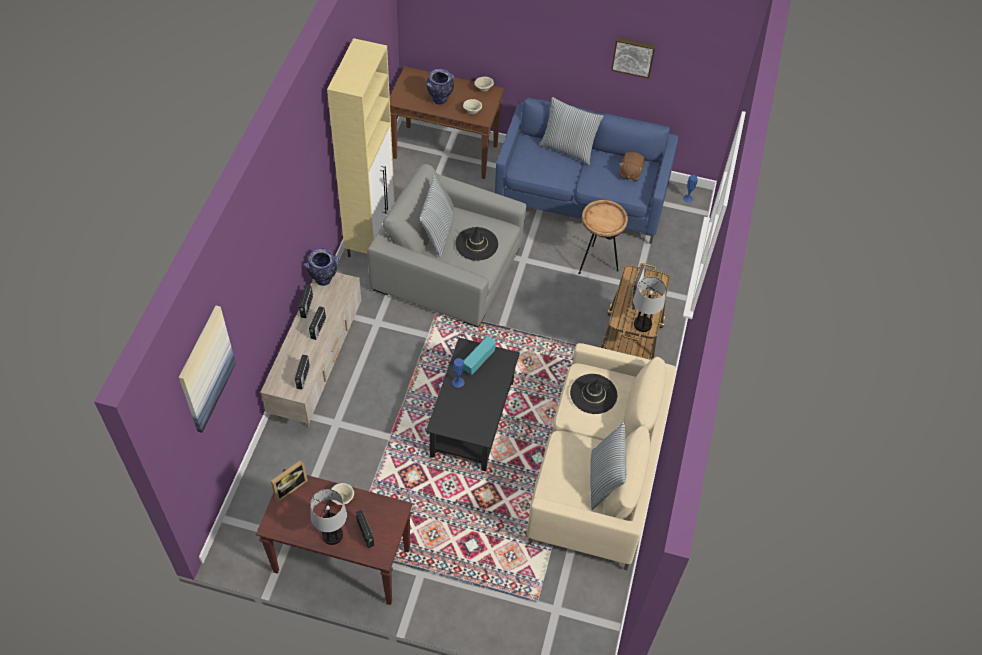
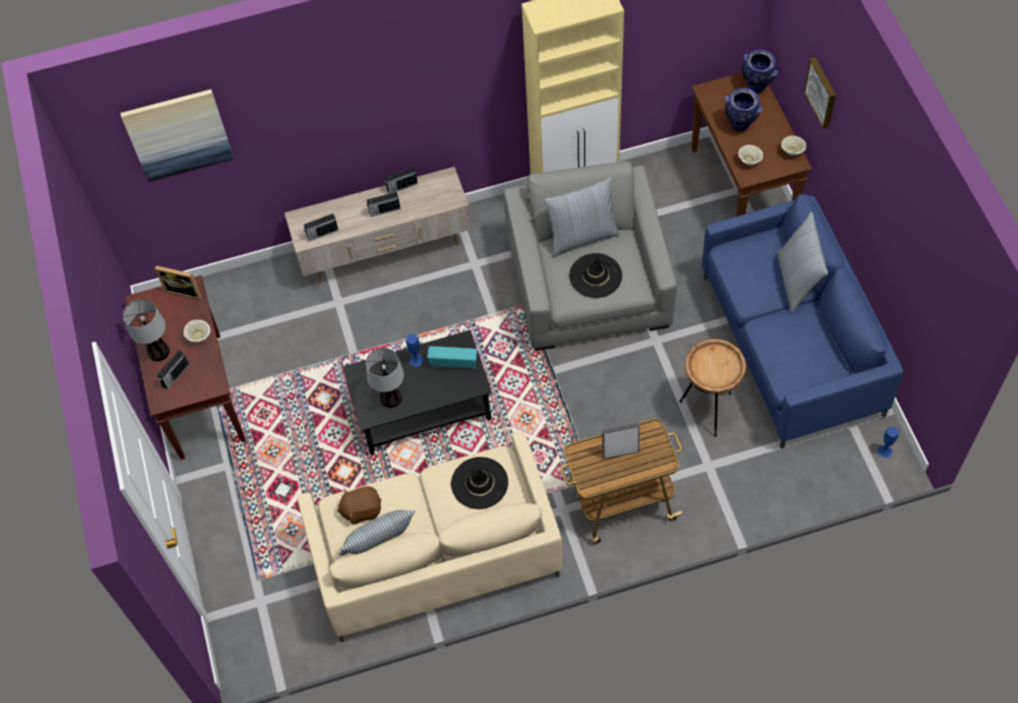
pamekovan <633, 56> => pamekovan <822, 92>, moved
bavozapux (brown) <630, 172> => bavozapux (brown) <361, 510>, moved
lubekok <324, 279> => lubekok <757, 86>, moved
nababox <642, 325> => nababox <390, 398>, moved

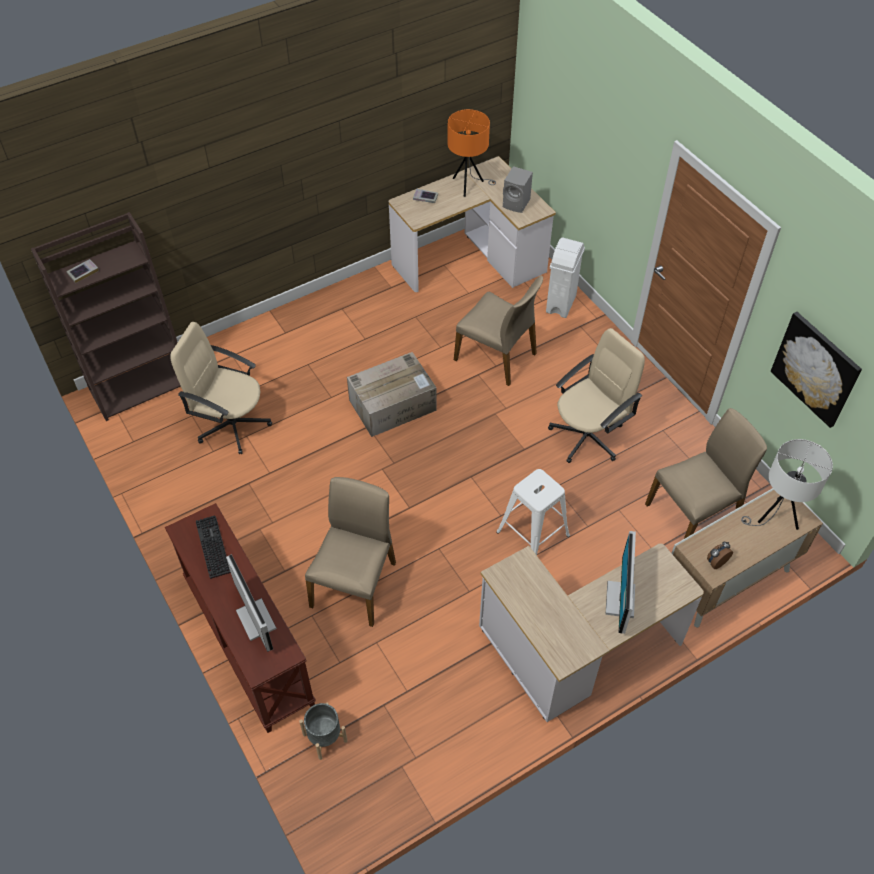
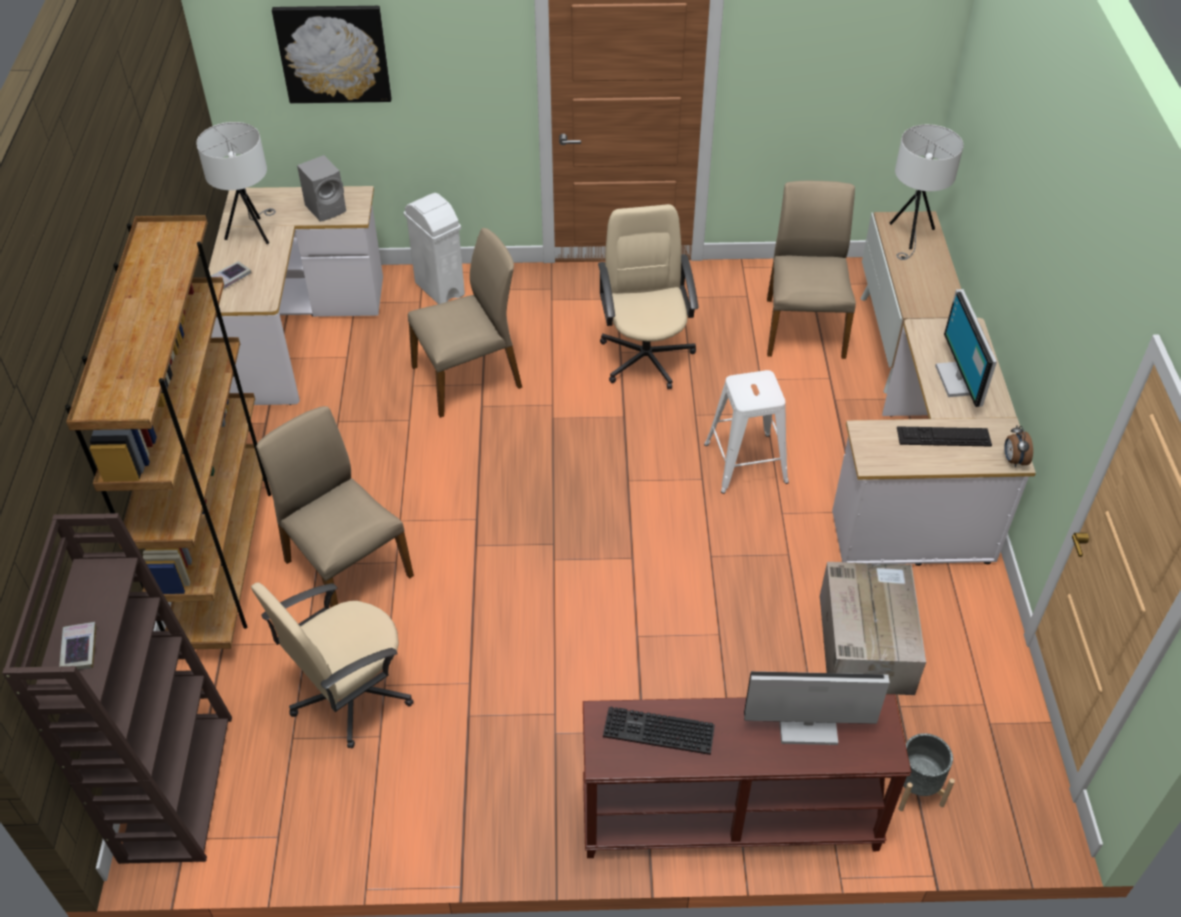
nababox (orange) <468, 185> => nababox (white) <252, 233>
pamekovan <816, 369> => pamekovan <333, 53>, moved
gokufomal <393, 404> => gokufomal <865, 642>, moved
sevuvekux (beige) <355, 584> => sevuvekux (beige) <346, 568>, moved
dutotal <622, 600> => dutotal <960, 380>, 45 degrees clockwise
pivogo <716, 562> => pivogo <1013, 460>, moved
nothing => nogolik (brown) <224, 558>
nothing => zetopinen <943, 436>

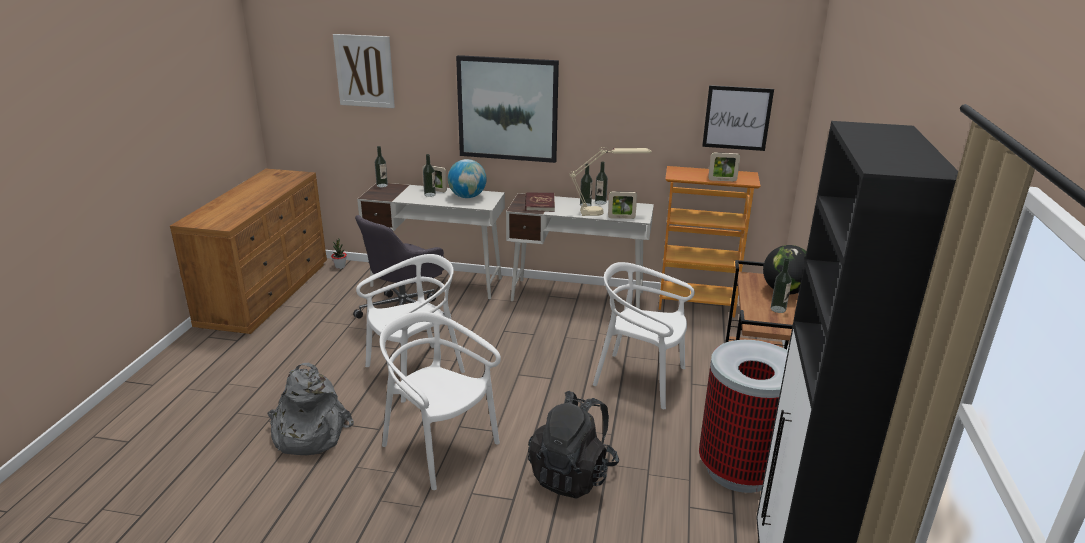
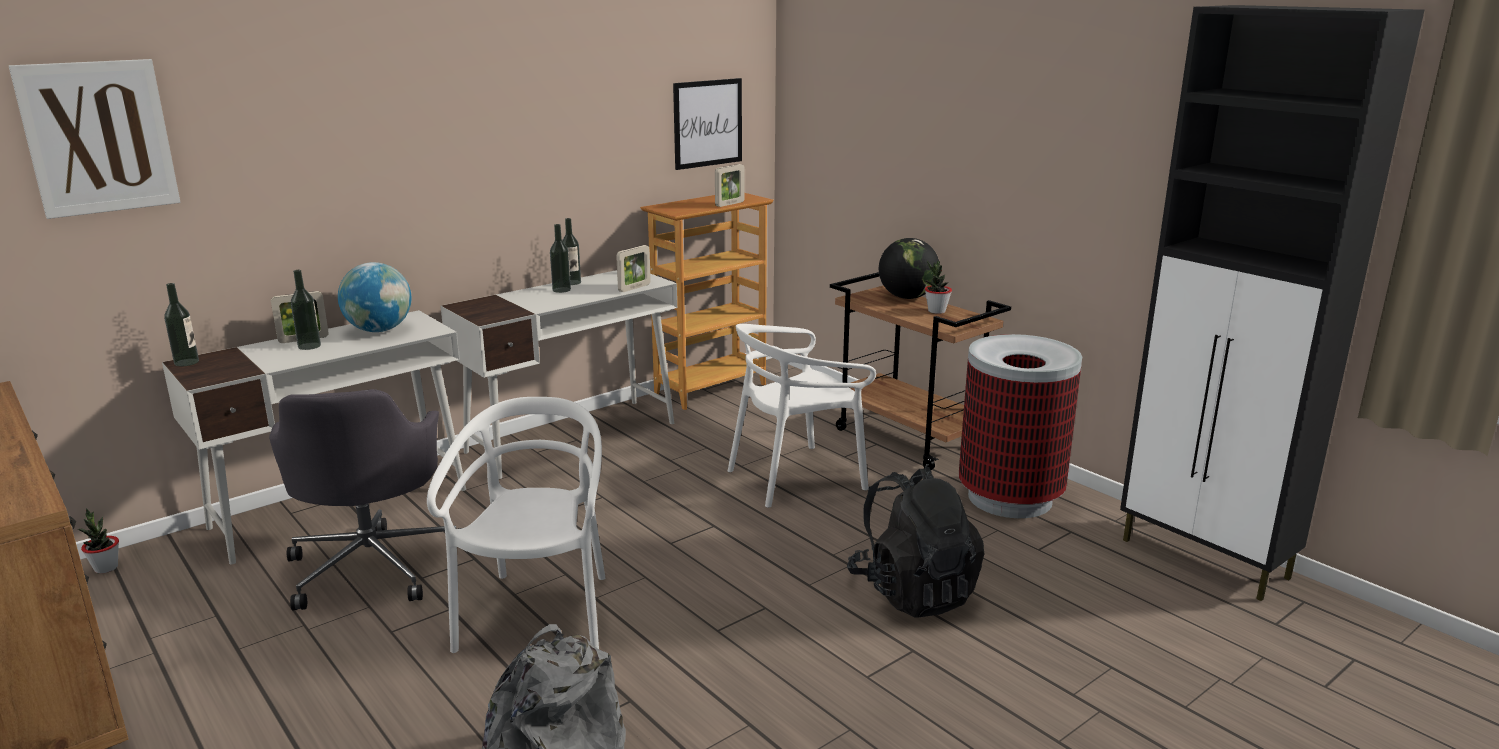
pamekovan <507, 109> => nothing
nababox (beige) <607, 212> => nothing
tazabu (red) <539, 204> => nothing
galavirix <778, 309> => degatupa <936, 311>
sevuvekux (white) <439, 447> => nothing

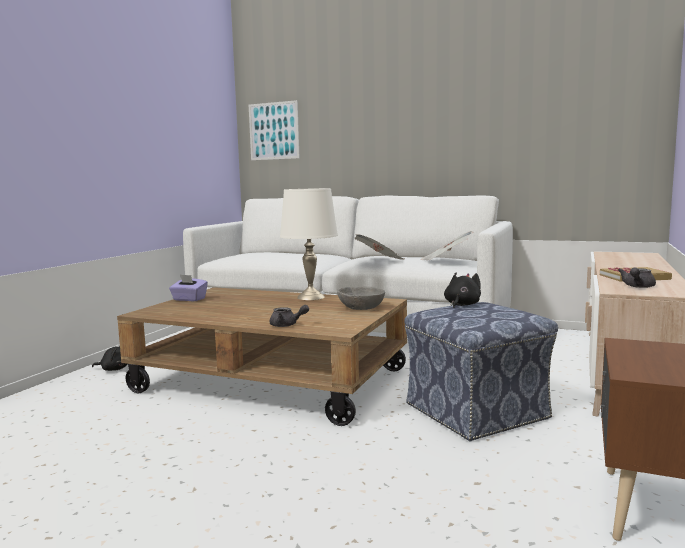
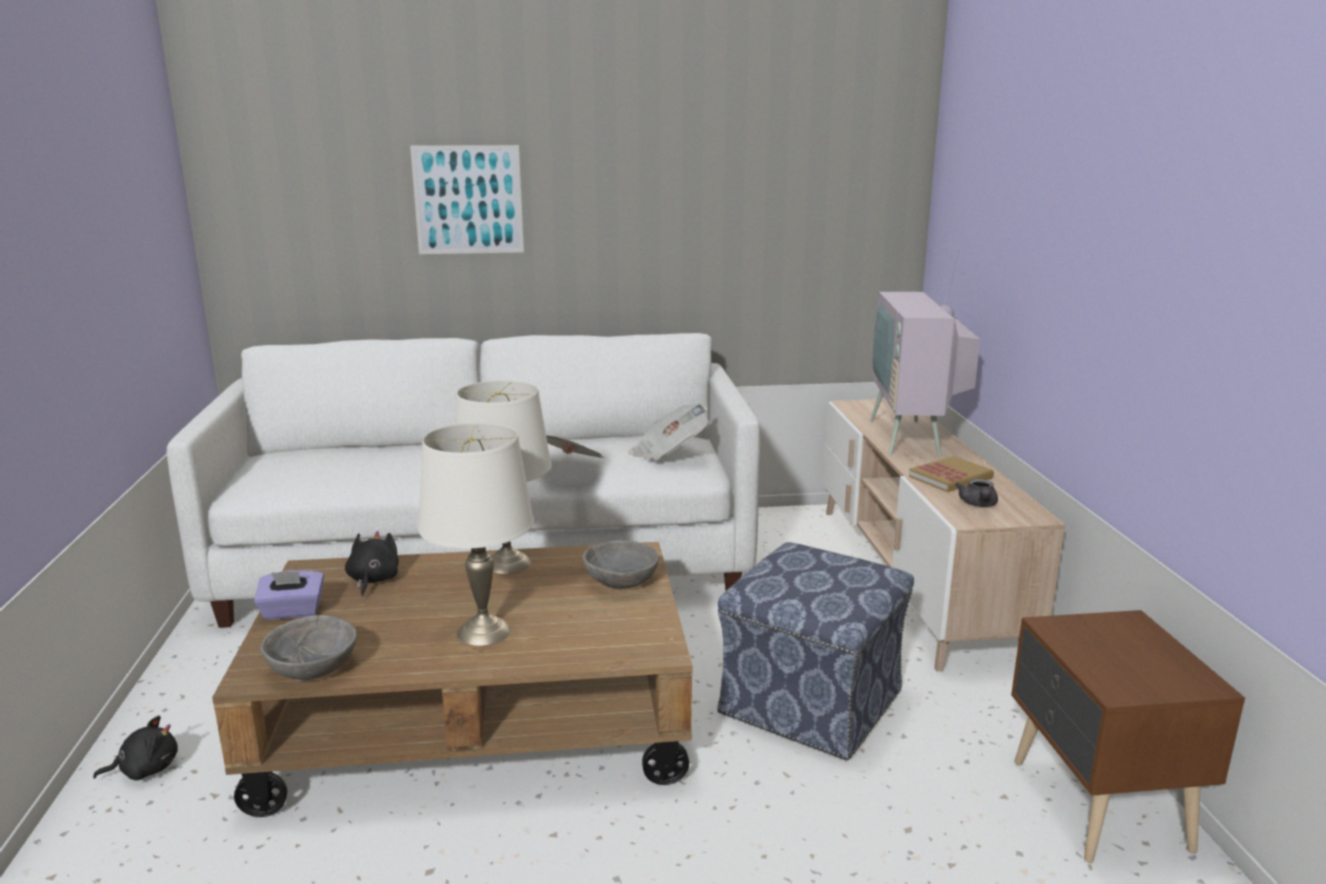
pamekovan <274, 131> => pamekovan <468, 200>, moved
bavozapux (black) <461, 305> => bavozapux (black) <373, 580>, moved
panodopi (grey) <287, 325> => nothing
nothing => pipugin <914, 438>
nothing => nababox (white) <484, 632>
nothing => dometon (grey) <313, 667>

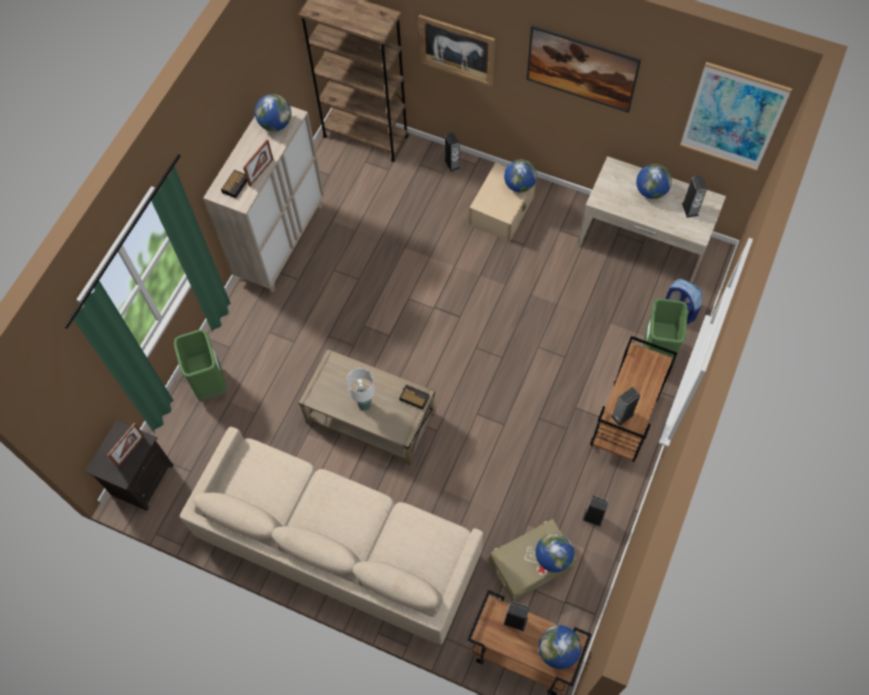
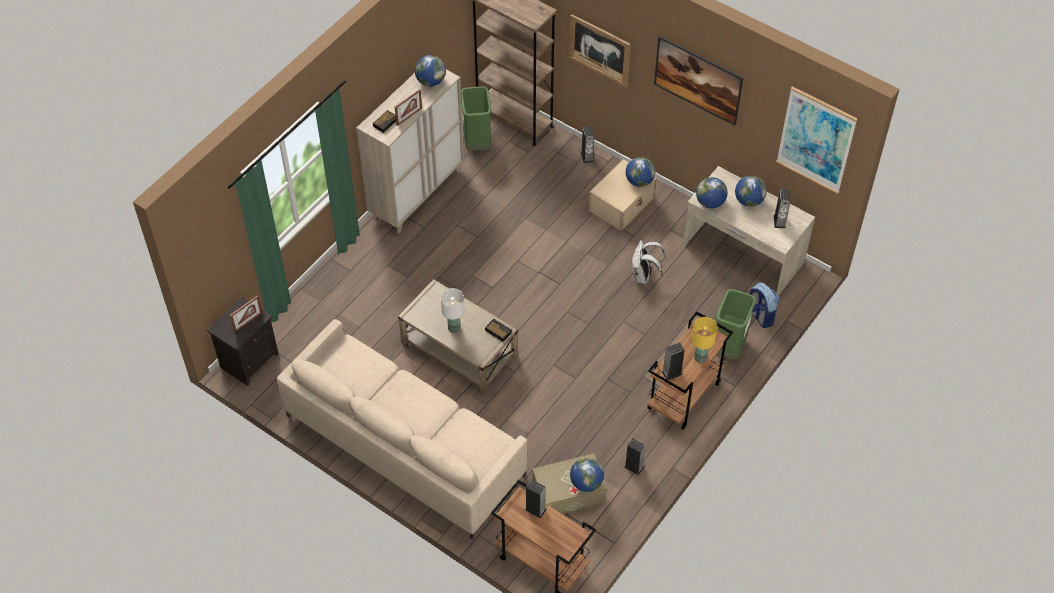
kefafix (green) <211, 384> => kefafix (green) <477, 143>, moved
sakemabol <558, 650> => sakemabol <710, 202>, moved
nothing => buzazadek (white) <643, 276>
nothing => nababox (yellow) <700, 358>

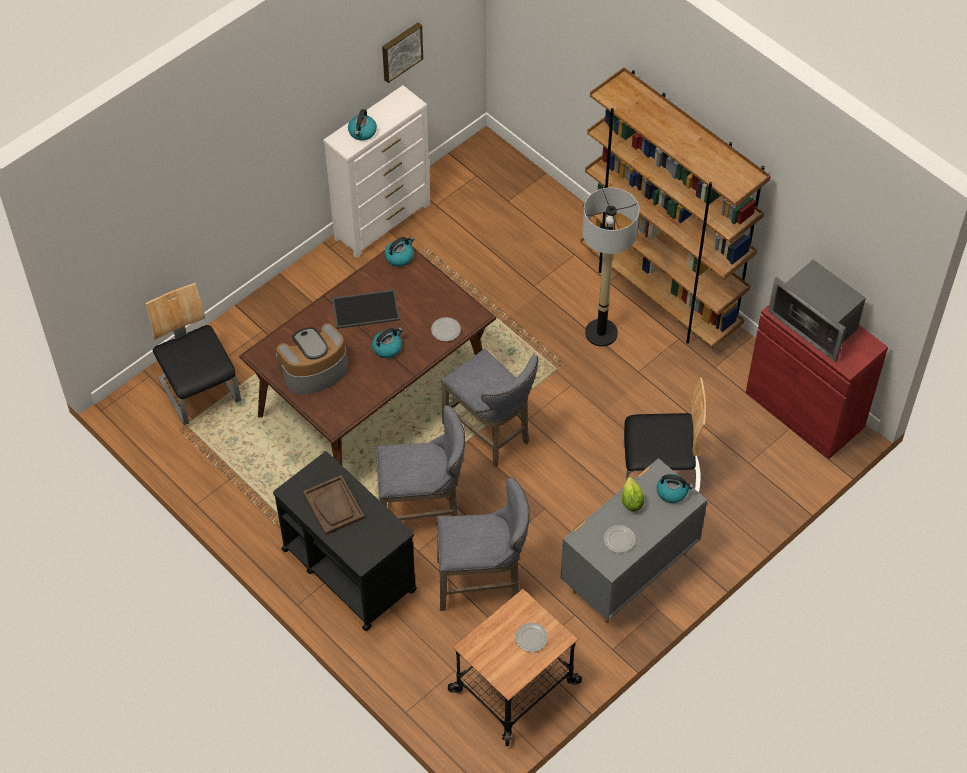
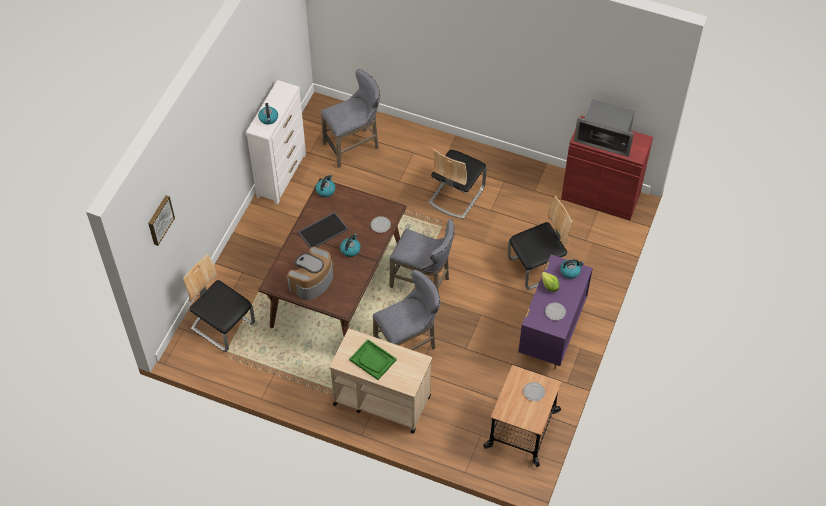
pamekovan <401, 51> => pamekovan <159, 219>, moved
nogolik (brown) <660, 293> => nothing
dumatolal <601, 333> => sevuvekux <456, 195>
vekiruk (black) <348, 569> => vekiruk (beige) <381, 400>
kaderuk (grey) <628, 572> => kaderuk (purple) <551, 333>
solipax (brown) <334, 506> => solipax (green) <373, 360>
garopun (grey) <483, 583> => garopun (grey) <354, 146>, moved

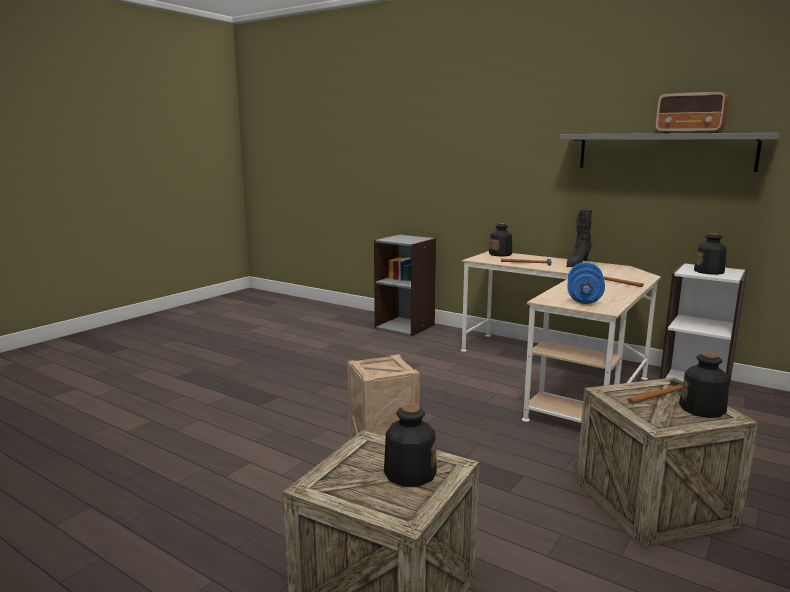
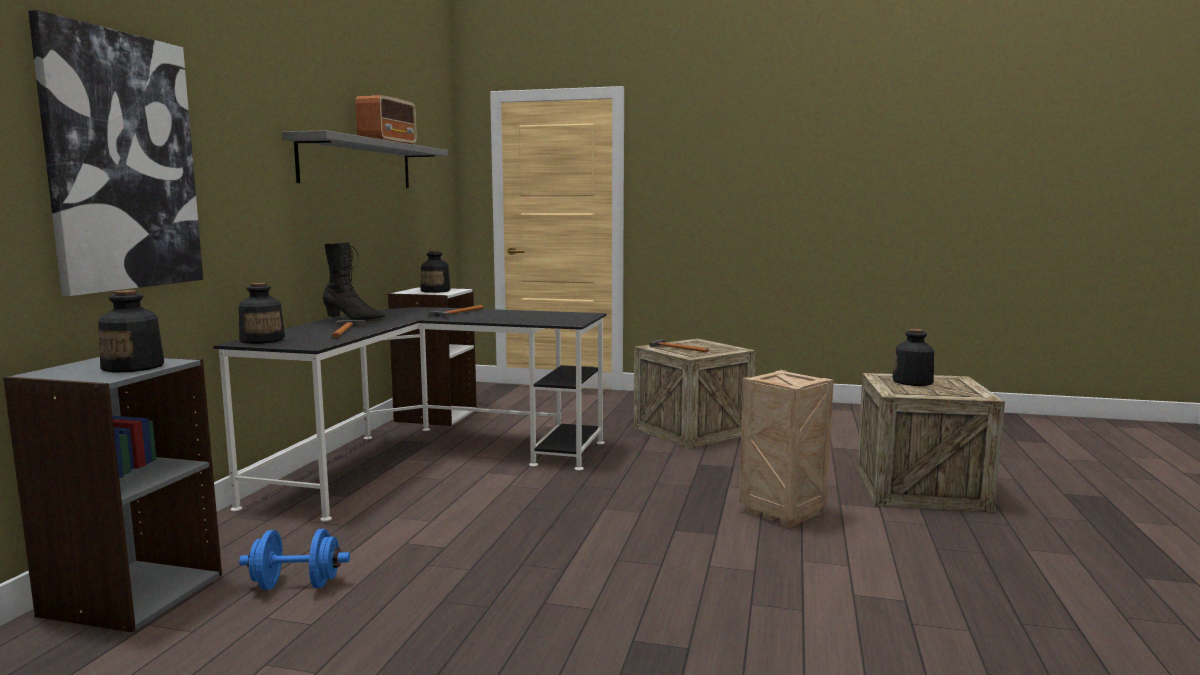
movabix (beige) <561, 375> => movabix (black) <426, 460>
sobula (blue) <584, 299> => sobula (blue) <297, 585>, moved
galavirix <702, 409> => galavirix <134, 367>, moved
nothing => pamekovan <122, 162>

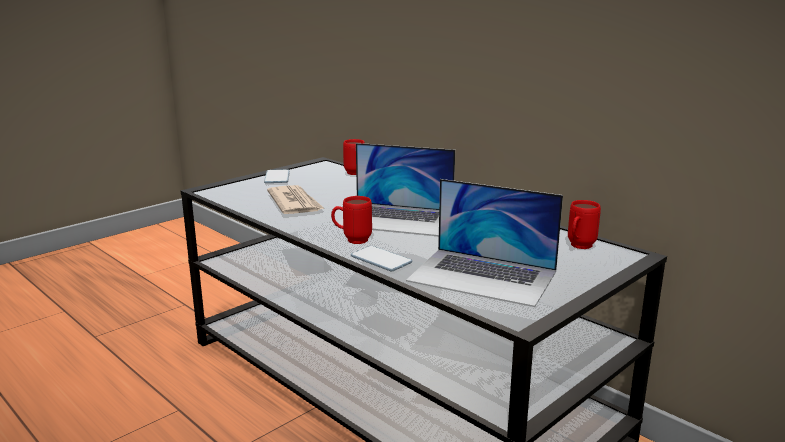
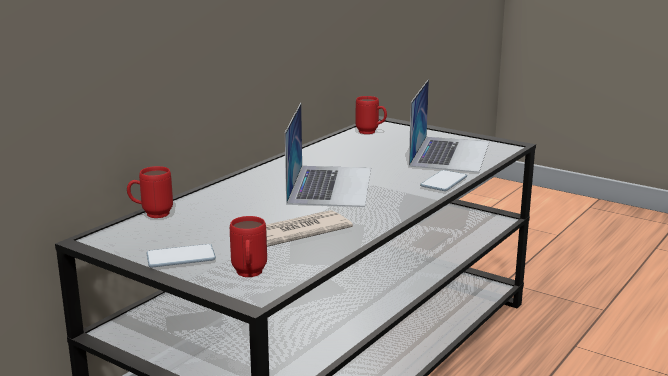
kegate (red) <352, 240> => kegate (red) <249, 275>, moved

